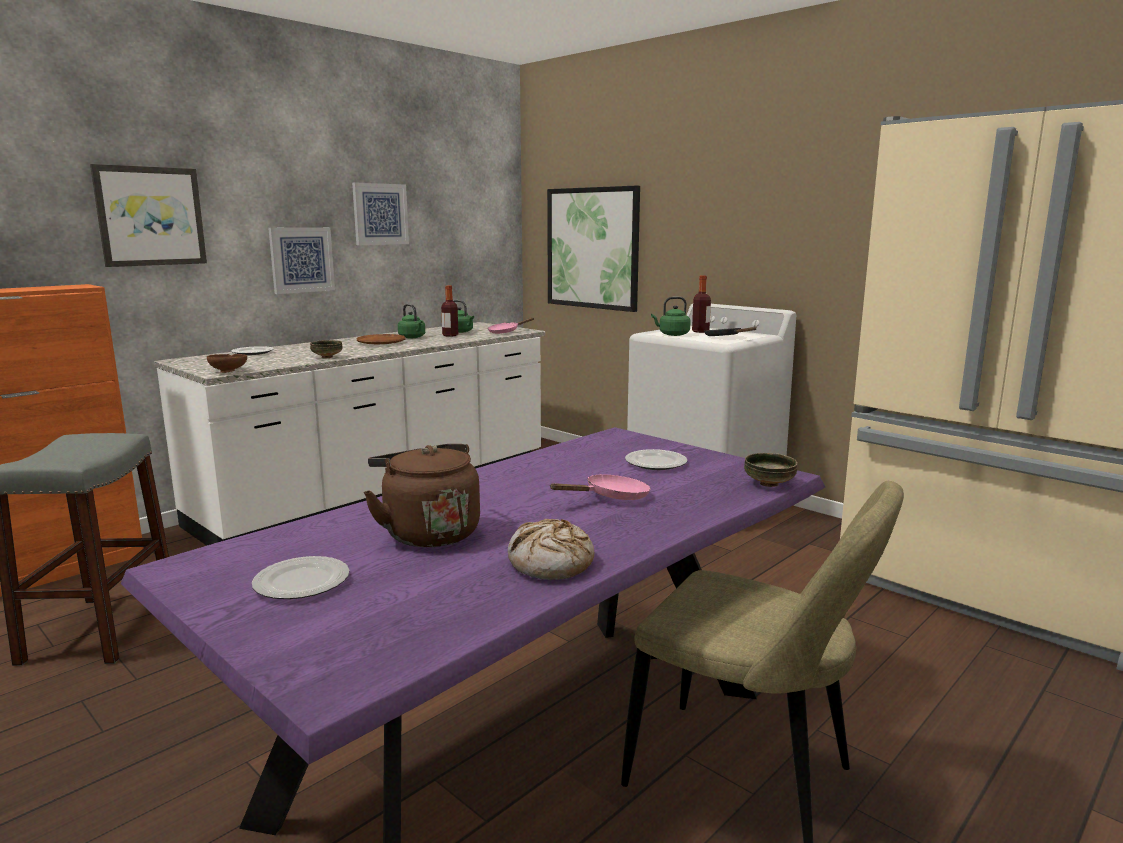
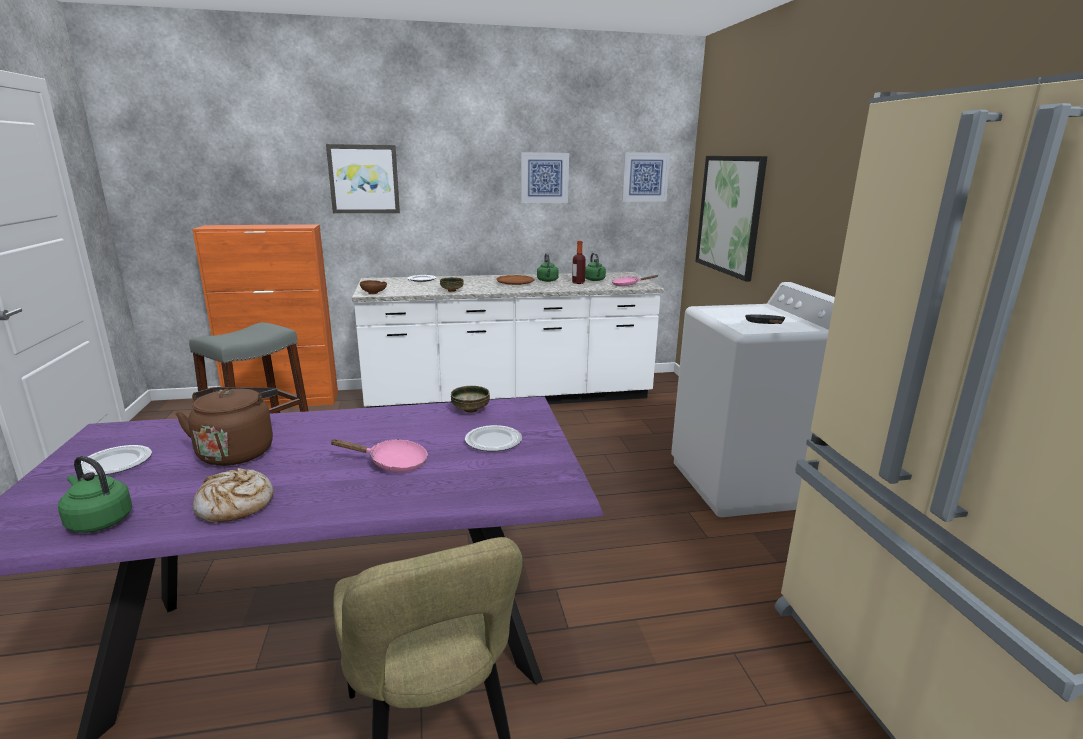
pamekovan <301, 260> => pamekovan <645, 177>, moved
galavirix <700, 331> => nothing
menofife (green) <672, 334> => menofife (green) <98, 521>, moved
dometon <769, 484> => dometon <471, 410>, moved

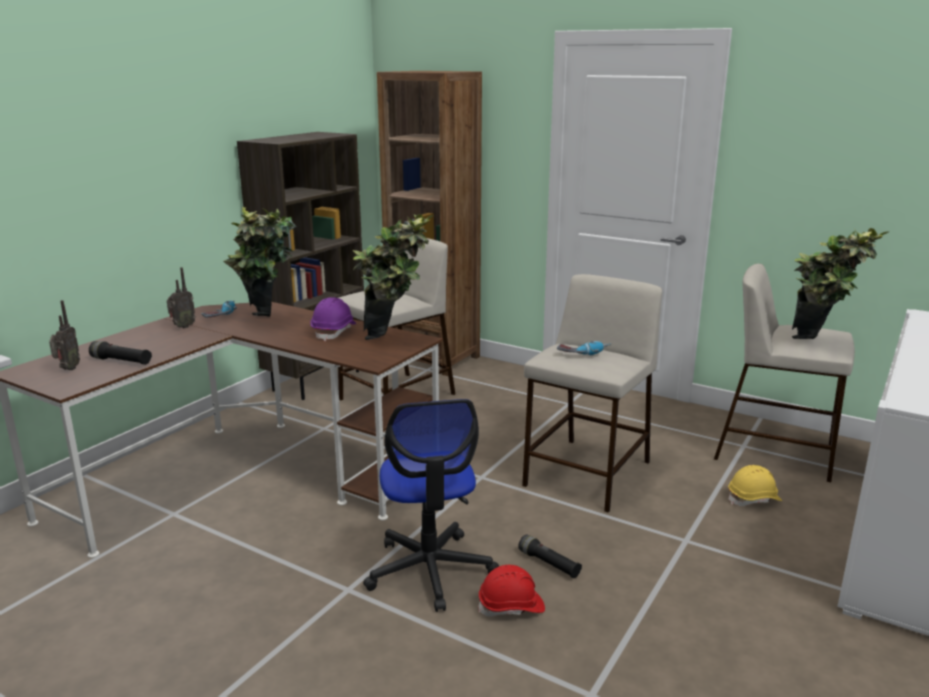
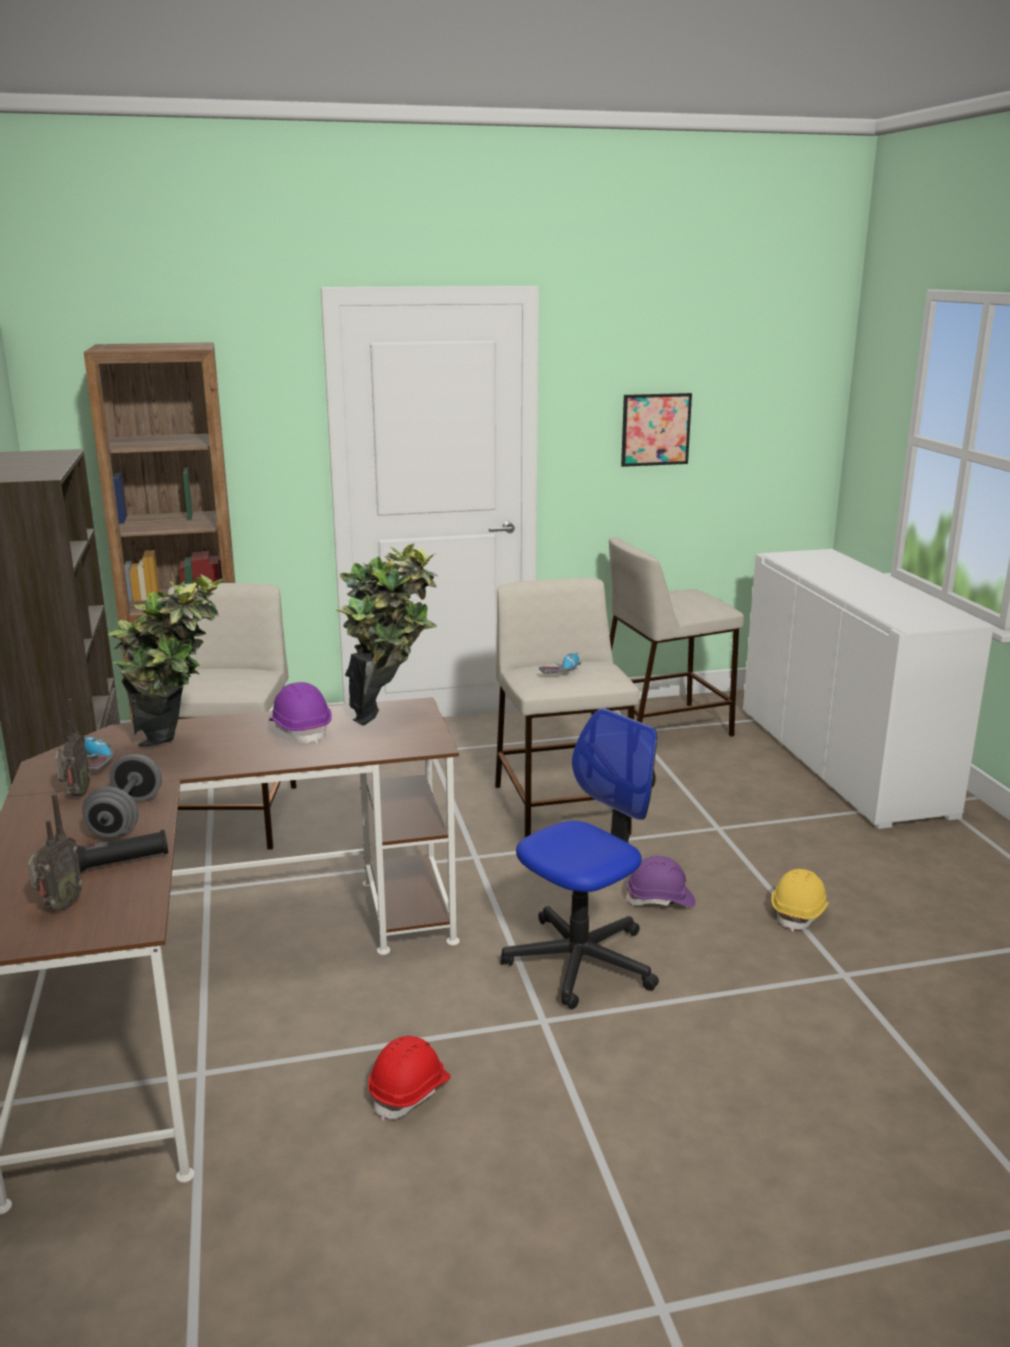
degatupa <822, 344> => nothing
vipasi <67, 369> => vipasi <59, 907>, 60 degrees clockwise
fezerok <430, 570> => fezerok <581, 961>, 75 degrees counterclockwise
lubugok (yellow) <754, 499> => lubugok (yellow) <799, 913>, moved
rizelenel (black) <549, 564> => lubugok (purple) <660, 900>
lubugok (red) <511, 607> => lubugok (red) <410, 1091>, moved
nothing => pamekovan <655, 429>
nothing => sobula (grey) <126, 817>

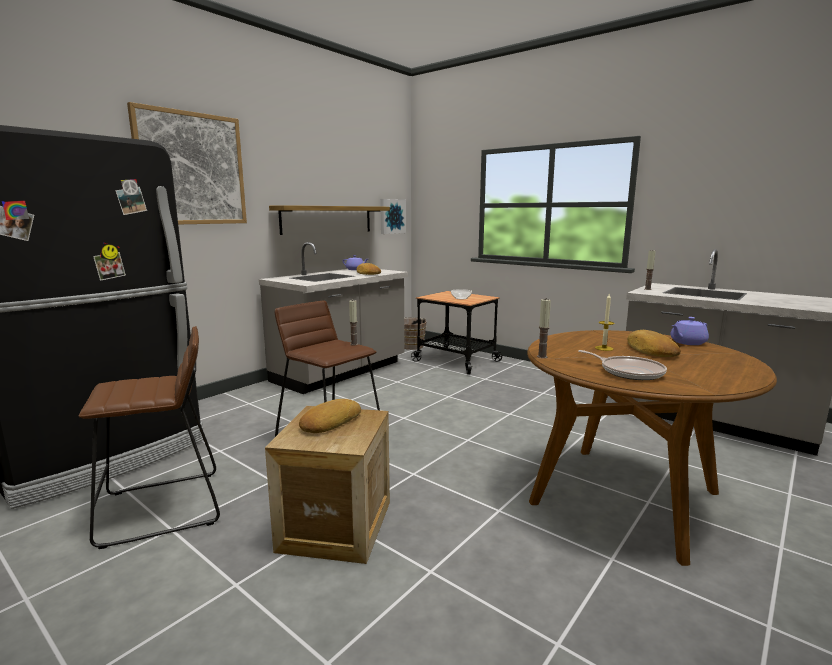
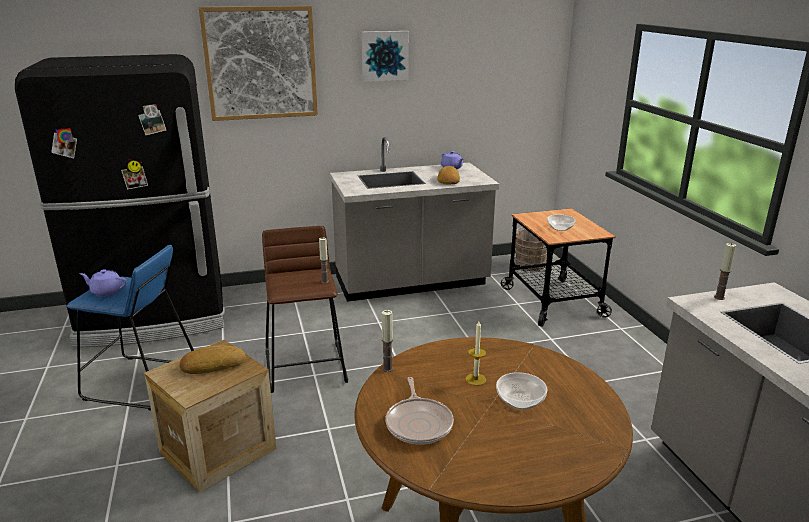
pamekovan <392, 216> => pamekovan <384, 55>, moved
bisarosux <327, 219> => nothing
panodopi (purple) <687, 342> => panodopi (purple) <106, 291>, moved
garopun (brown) <162, 508> => garopun (blue) <140, 382>
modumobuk <650, 350> => dometon <519, 401>

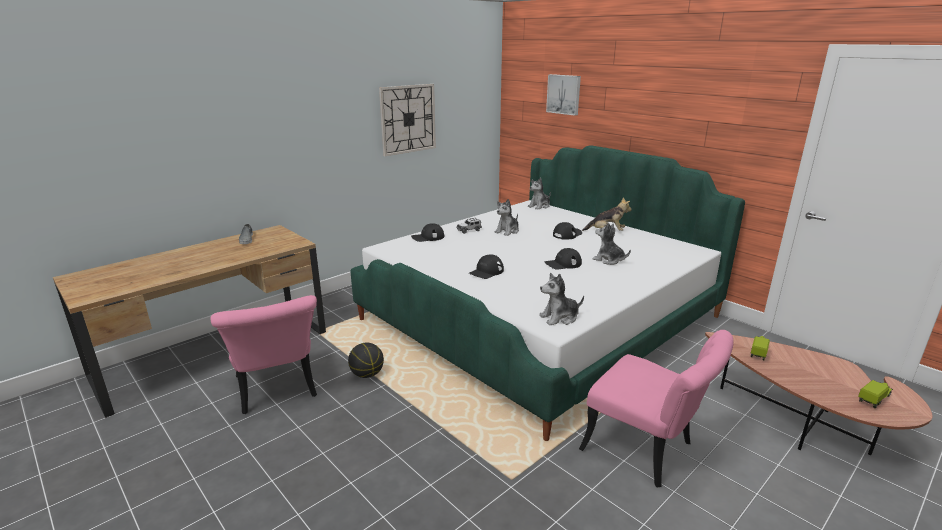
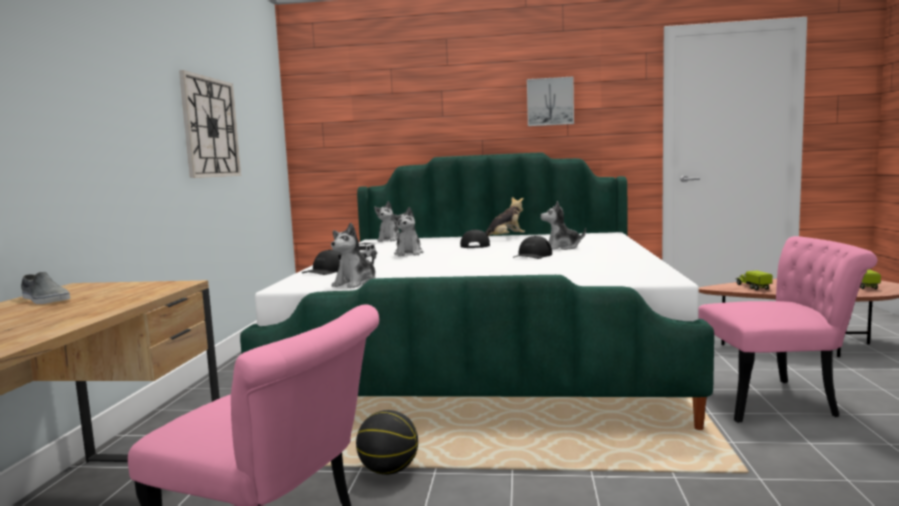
pamekovan <564, 94> => pamekovan <550, 102>, moved
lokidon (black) <486, 272> => nothing
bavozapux <559, 318> => bavozapux <356, 283>, moved

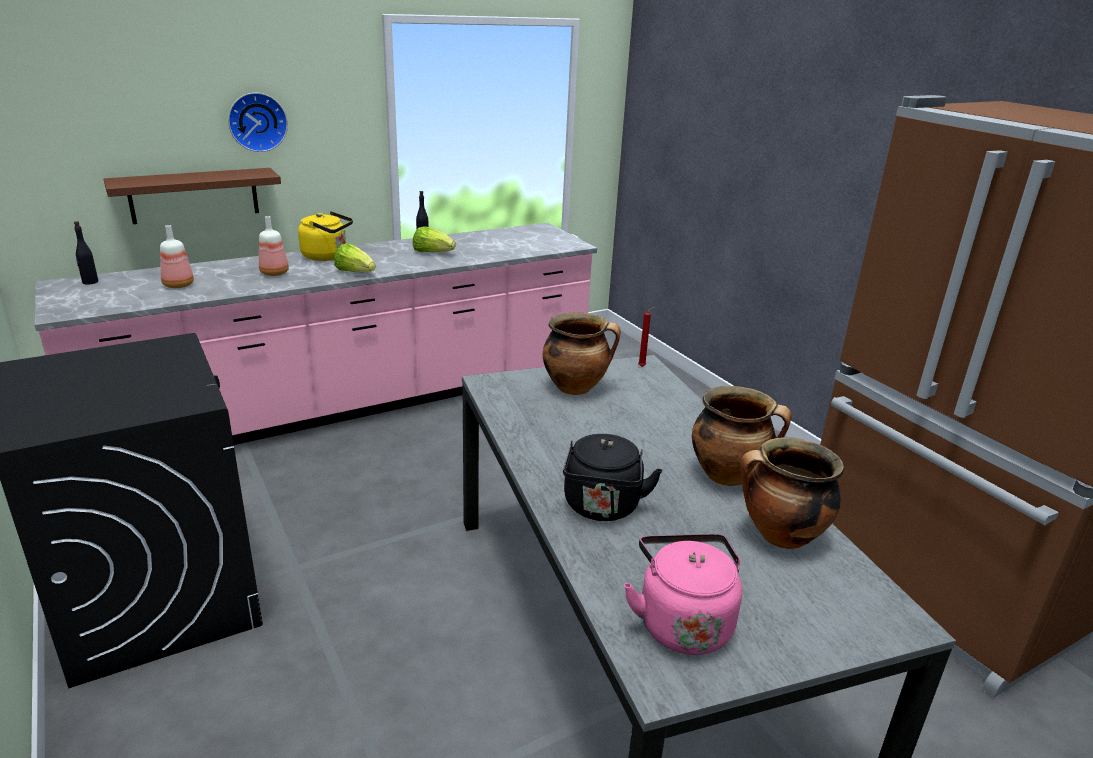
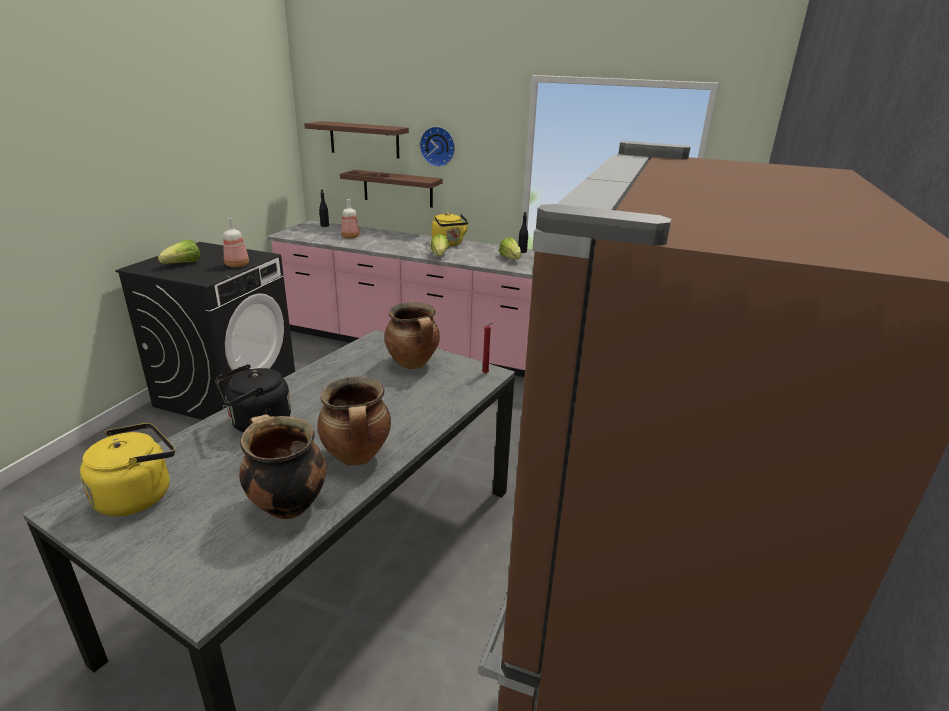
galavirix <274, 273> => galavirix <238, 265>, moved
menofife (pink) <682, 622> => menofife (yellow) <138, 495>
nothing => bisarosux (brown) <364, 140>
nothing => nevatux <183, 264>

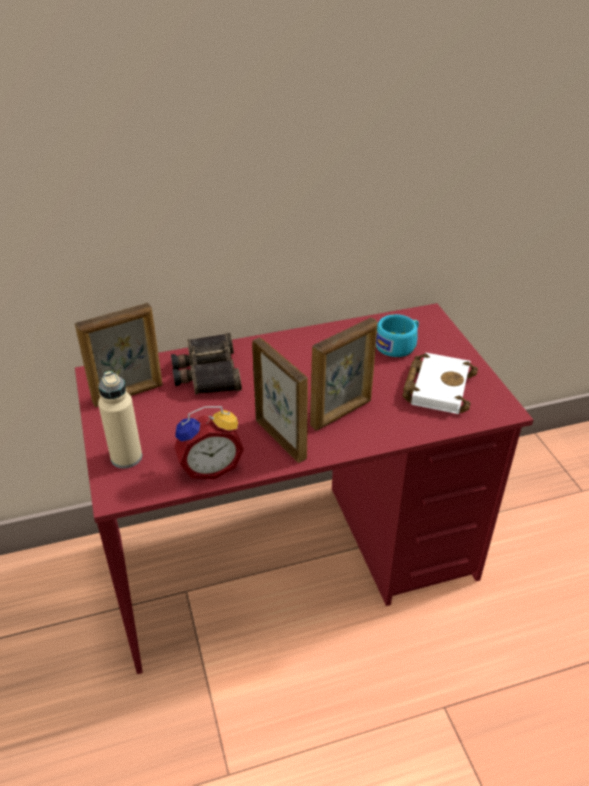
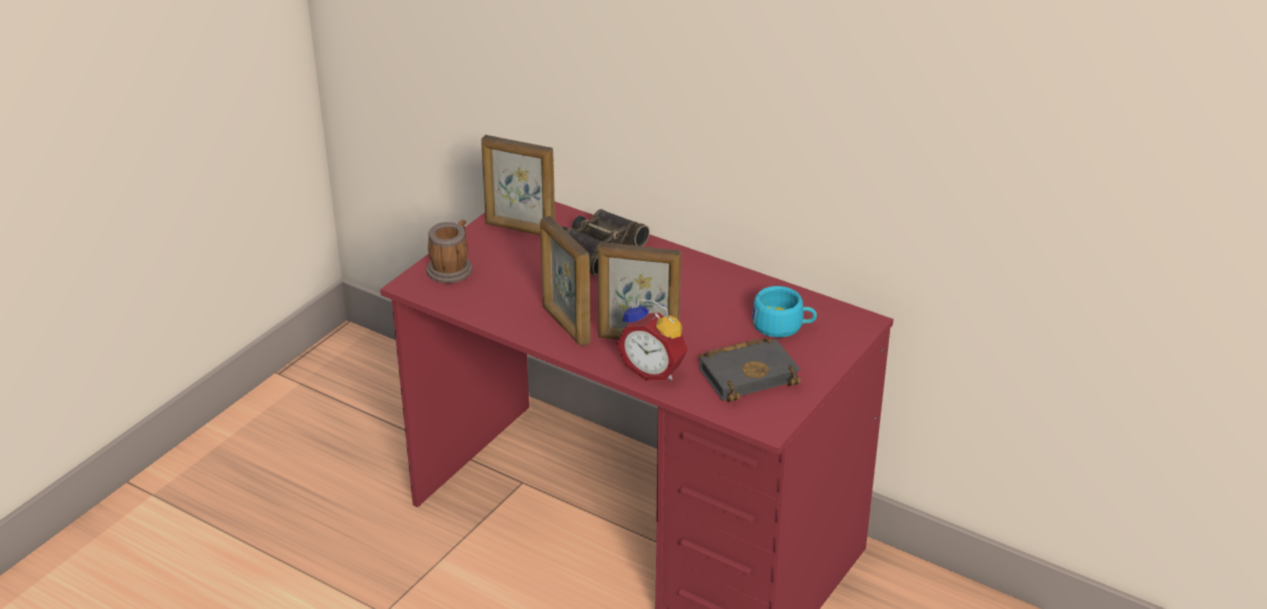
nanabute <281, 438> => nanabute <565, 325>, 135 degrees clockwise
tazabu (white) <436, 386> => tazabu (black) <749, 373>
galavirix (beige) <126, 457> => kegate <452, 268>
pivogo <210, 467> => pivogo <654, 370>, moved

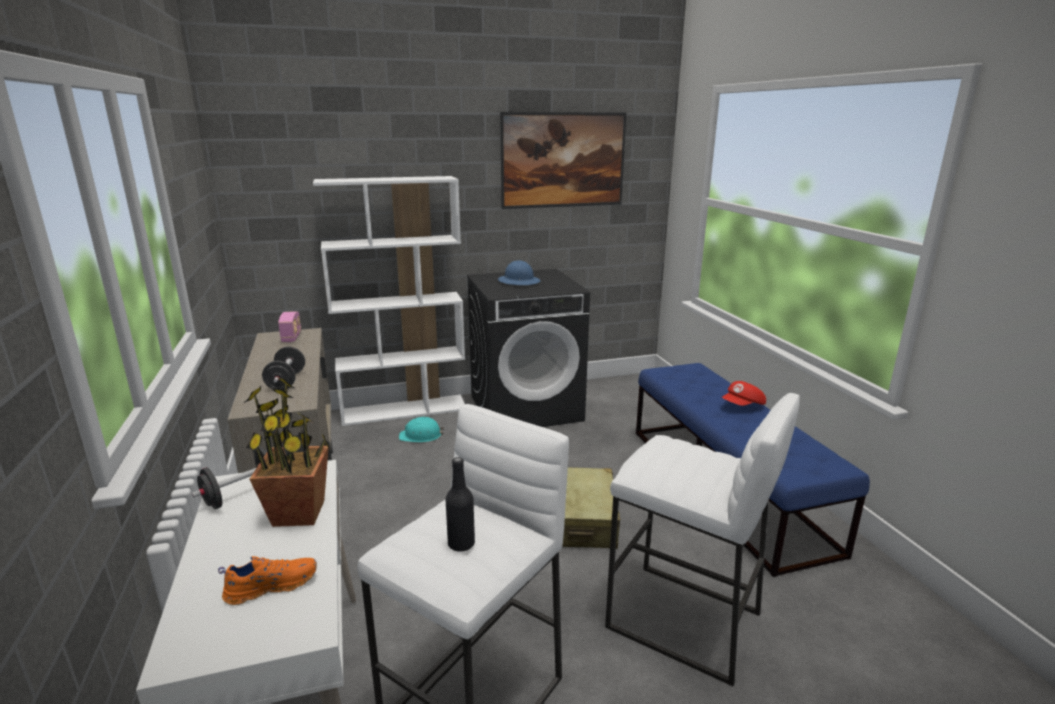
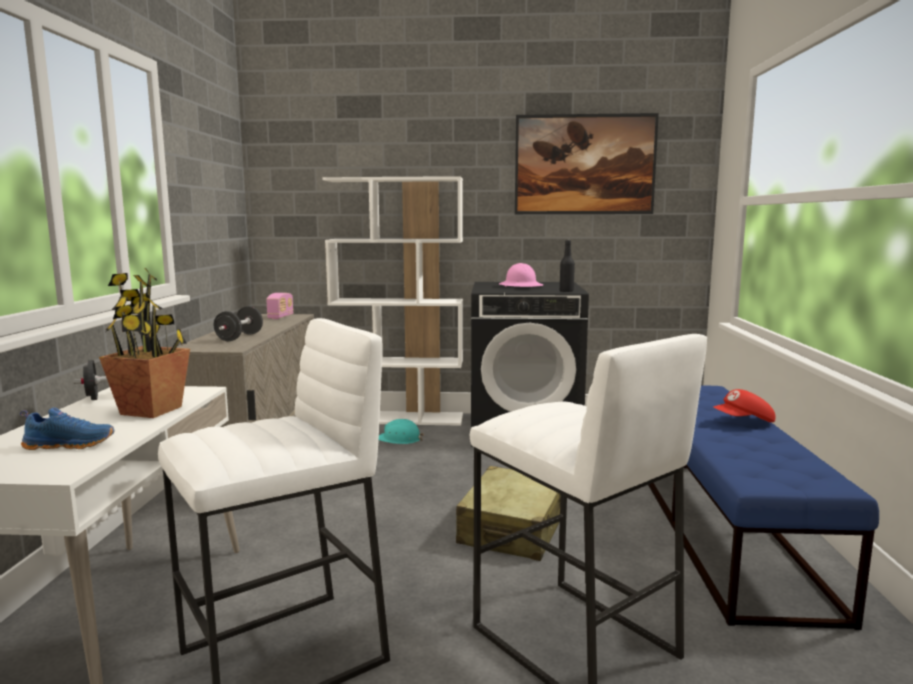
lubugok (blue) <519, 281> => lubugok (pink) <520, 286>
galavirix (black) <461, 544> => galavirix (black) <566, 291>, moved
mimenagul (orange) <272, 586> => mimenagul (blue) <70, 445>

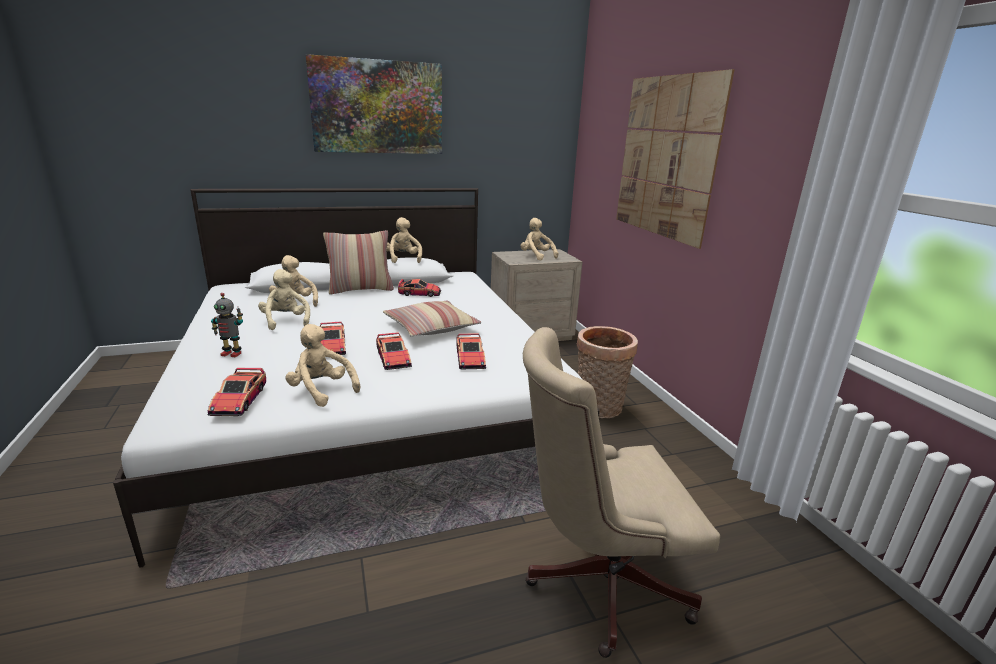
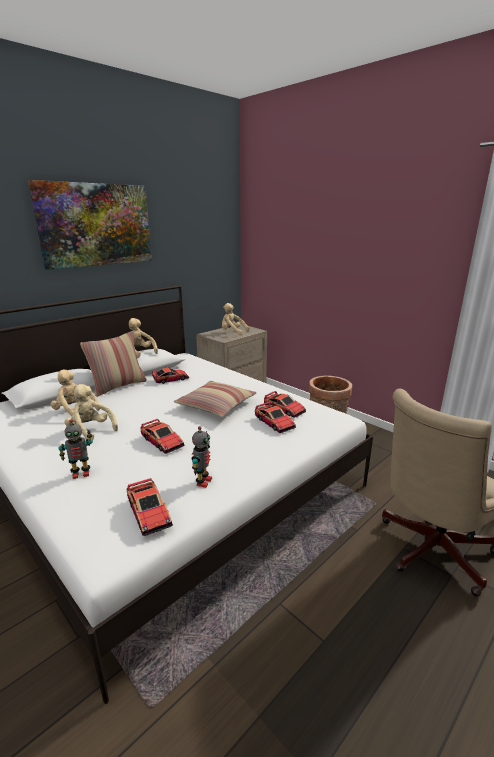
pamekovan <666, 157> => nothing
bavozapux (beige) <321, 391> => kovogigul <203, 481>
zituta <393, 358> => zituta <284, 409>, moved

